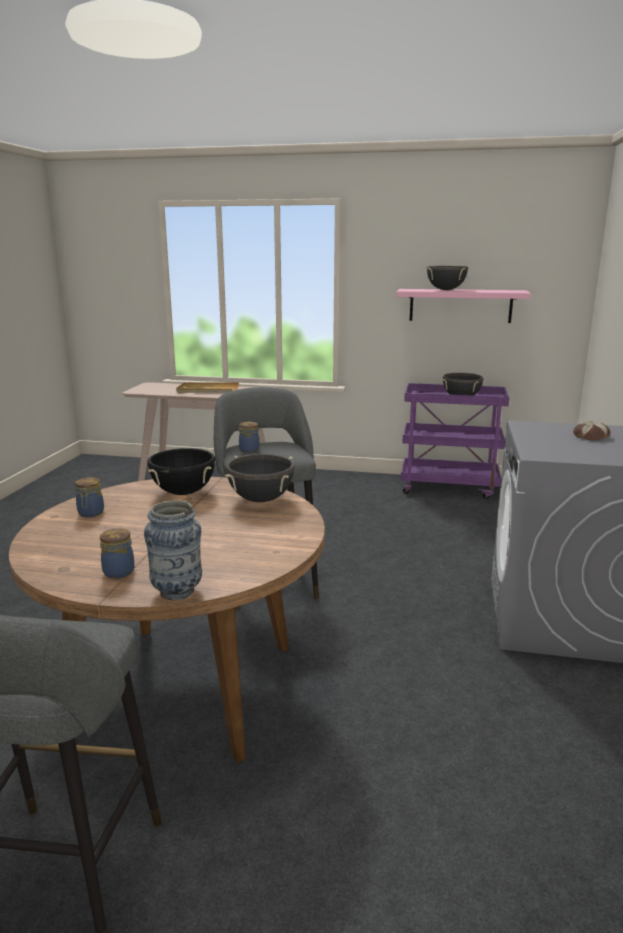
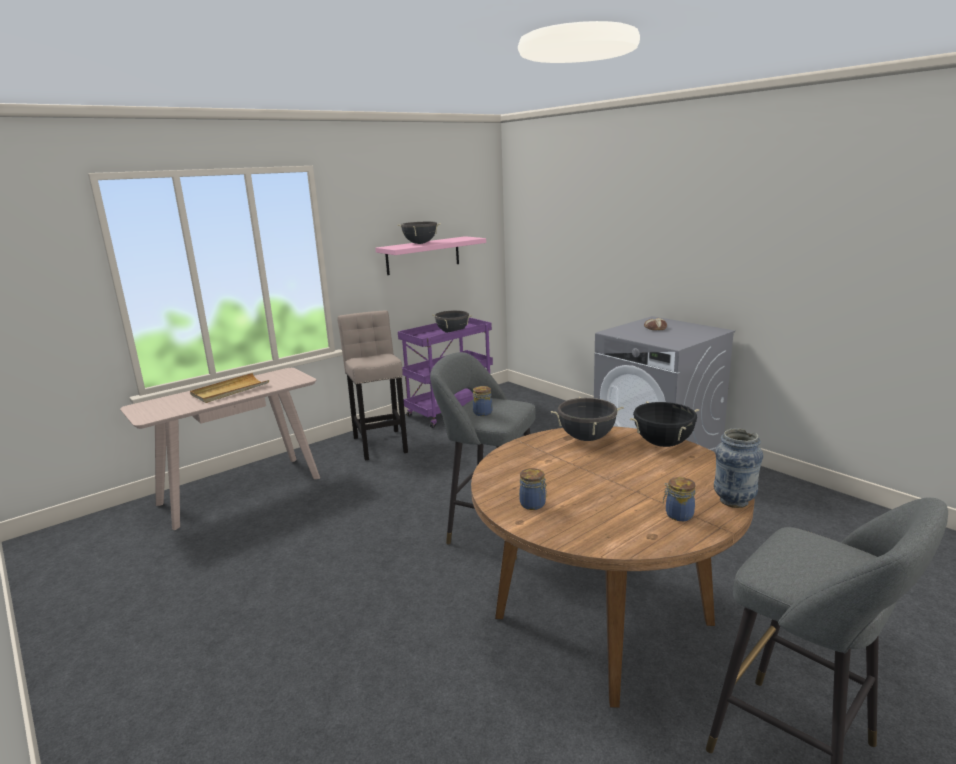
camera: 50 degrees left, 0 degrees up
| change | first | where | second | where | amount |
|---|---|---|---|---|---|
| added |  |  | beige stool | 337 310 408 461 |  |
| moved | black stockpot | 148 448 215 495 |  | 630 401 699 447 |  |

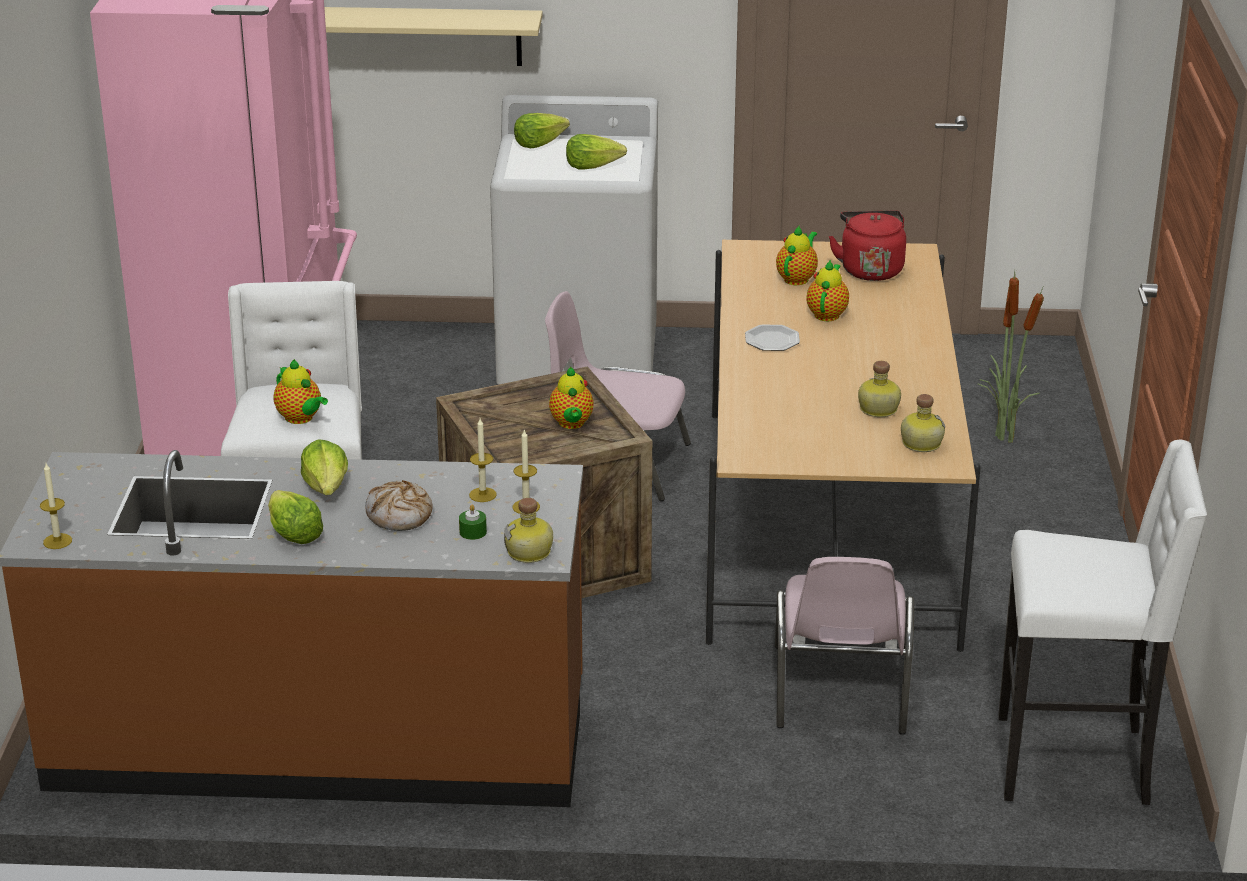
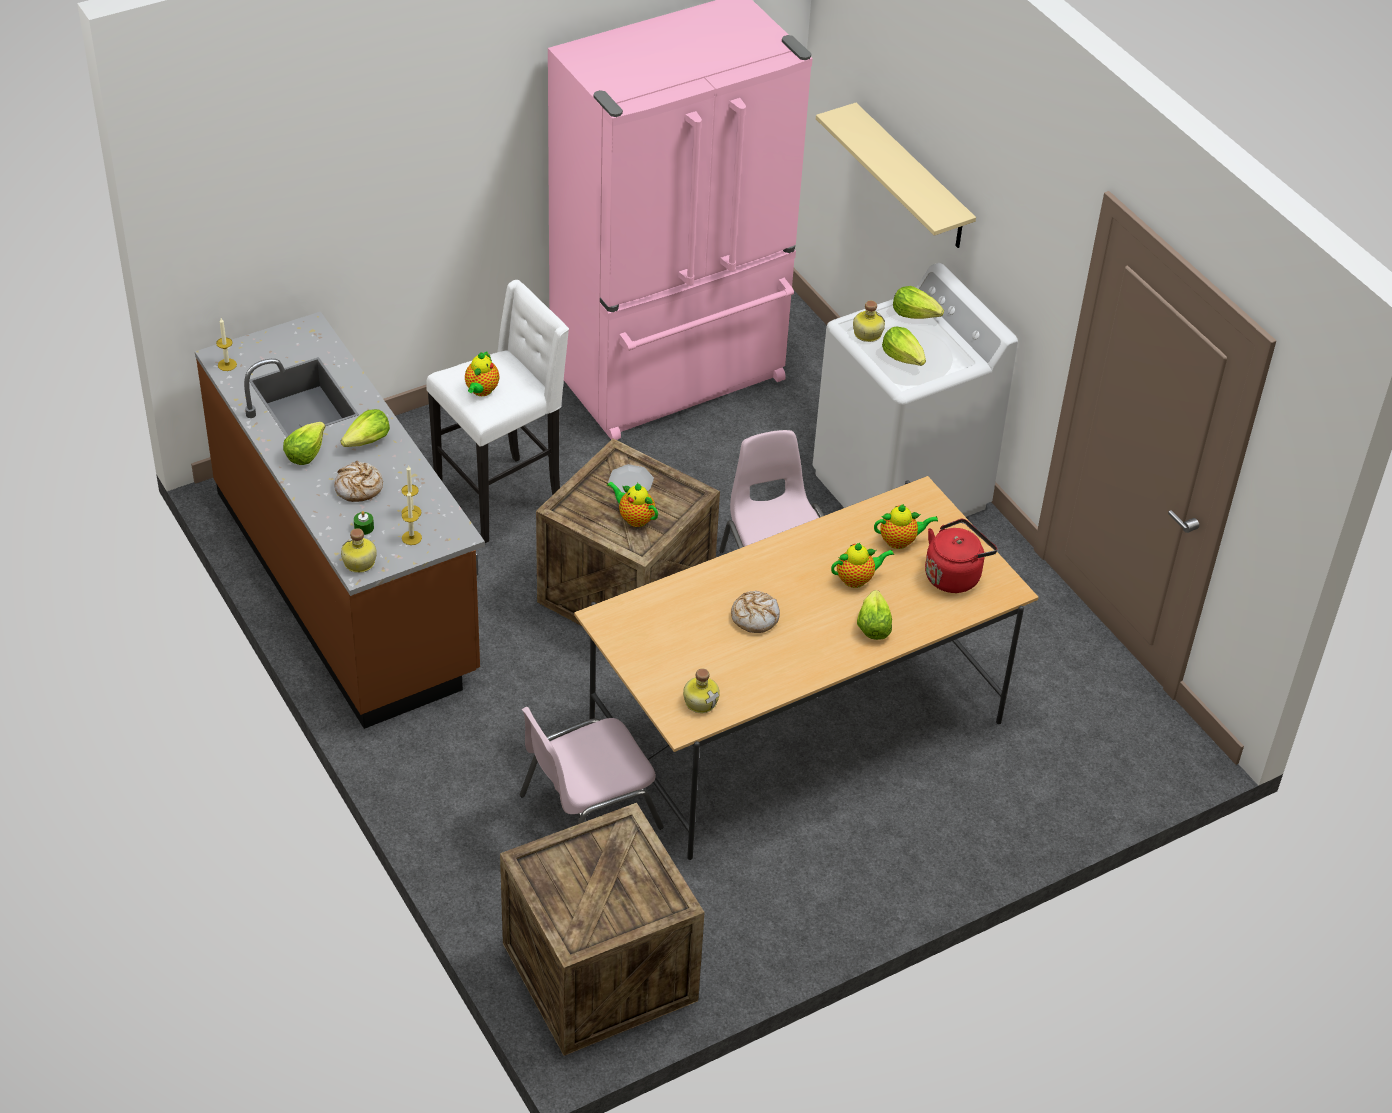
camera: 55 degrees right, 15 degrees up
| change | first | where | second | where | amount |
|---|---|---|---|---|---|
| replaced | whitish stool | 998 440 1207 805 | crate | 500 803 705 1056 |  |
| turned | pot for tea | 549 367 594 429 |  | 607 481 658 527 | 75 degrees clockwise |
| moved | dinner plate | 745 325 800 351 |  | 608 464 654 493 |  |
| added |  |  | bakery bread | 731 591 780 633 |  |
| moved | drink bottle | 858 361 901 417 |  | 853 301 885 342 |  |
| added |  |  | lettuce | 857 590 892 640 |  |
| removed | houseplant | 978 268 1044 443 |  |  |  |

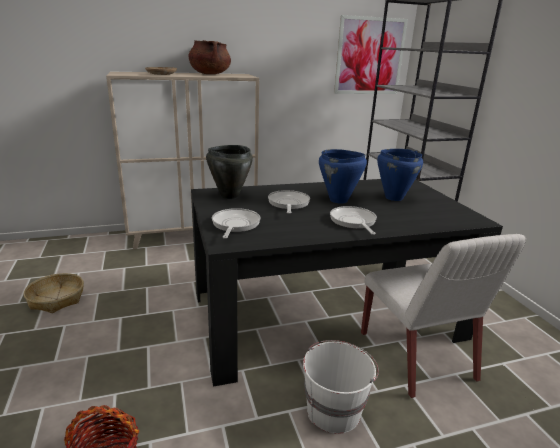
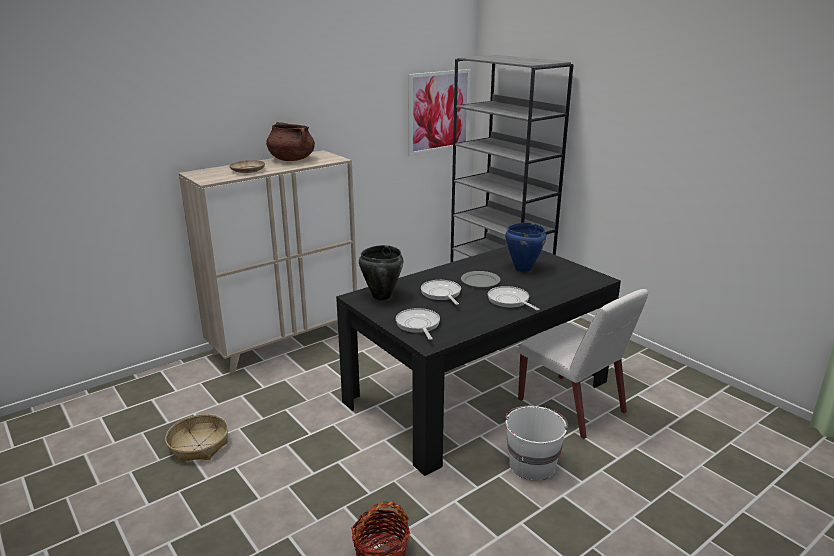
camera: 20 degrees left, 0 degrees up
| change | first | where | second | where | amount |
|---|---|---|---|---|---|
| replaced | bluish stockpot | 319 149 367 203 | gray dinner plate | 461 271 500 288 |  |

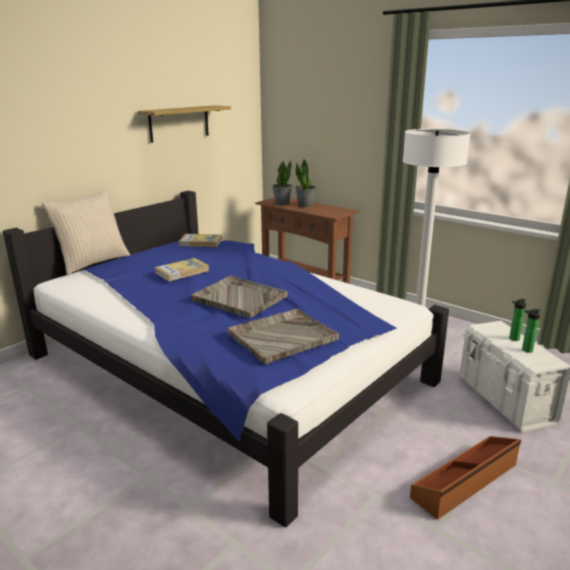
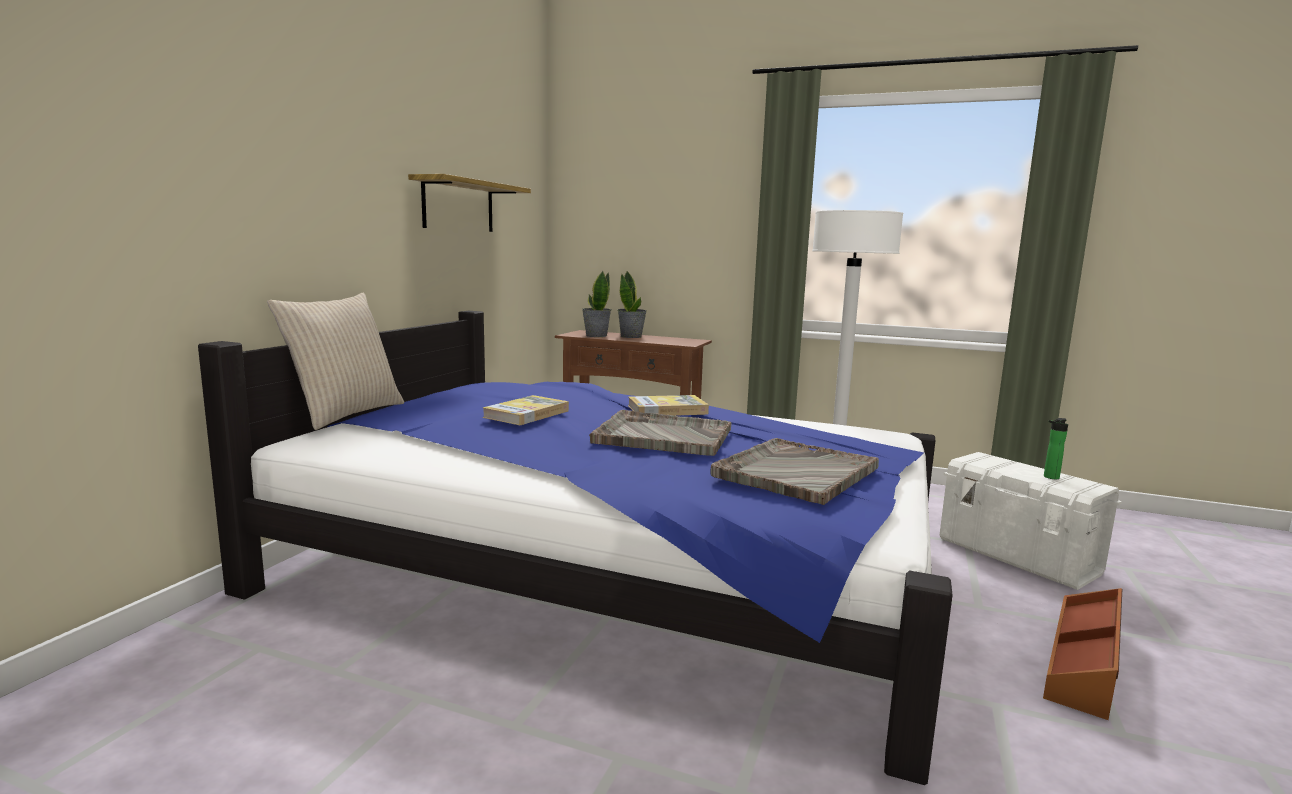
camera: 20 degrees left, 10 degrees down
| change | first | where | second | where | amount |
|---|---|---|---|---|---|
| moved | bound book | 179 234 222 247 |  | 629 395 709 416 |  |
| removed | drink bottle | 509 299 526 341 |  |  |  |

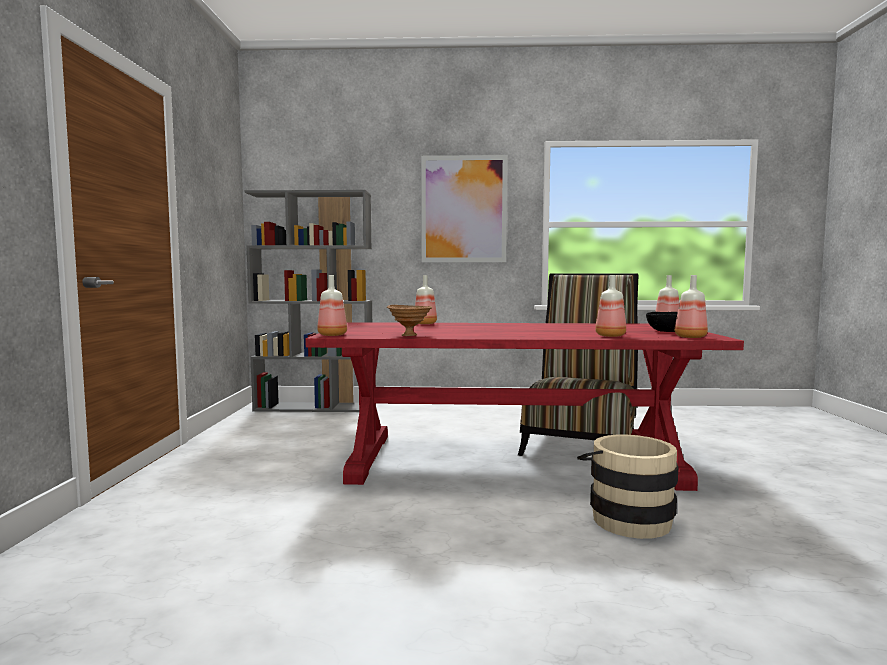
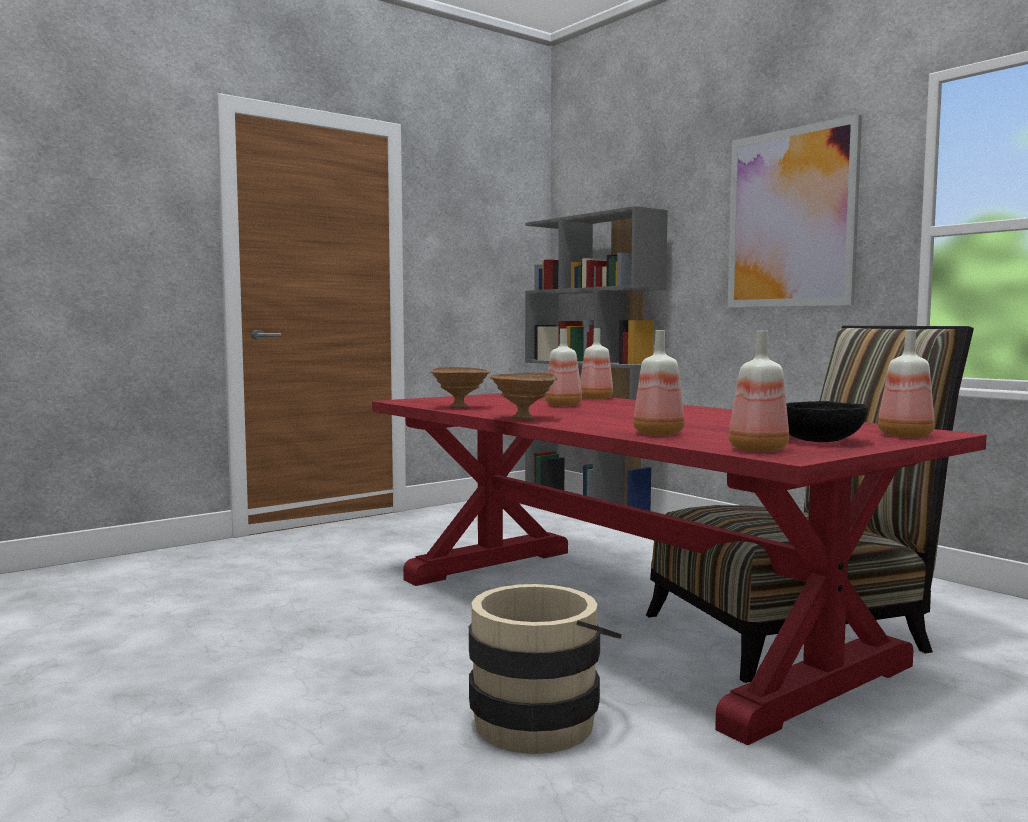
camera: 50 degrees right, 0 degrees up
| change | first | where | second | where | amount |
|---|---|---|---|---|---|
| added |  |  | brown-coloured deep dish | 489 373 558 419 |  |
| moved | drink bottle | 317 275 347 336 |  | 545 329 582 406 |  |

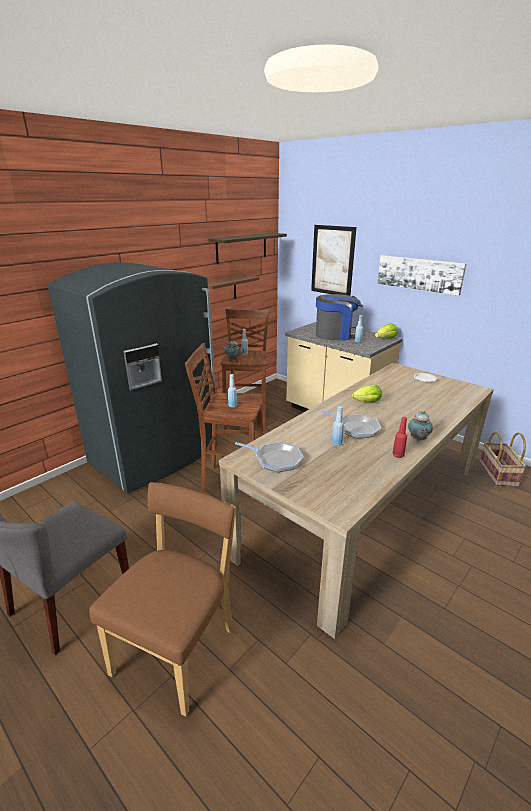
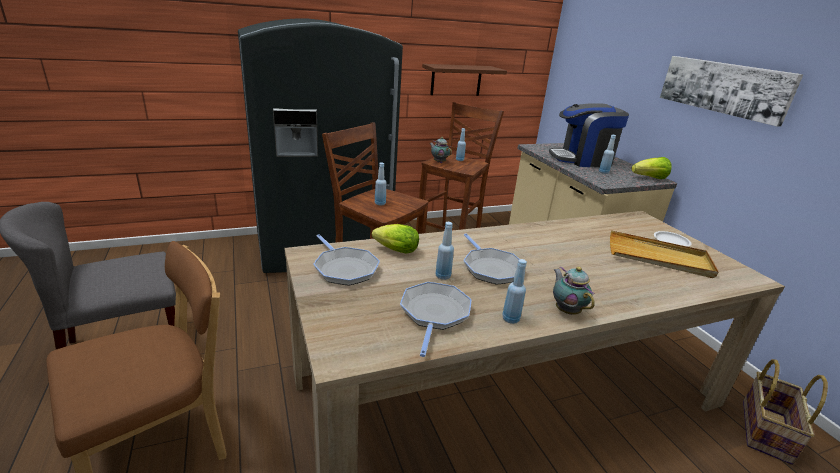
camera: 25 degrees right, 0 degrees up
| change | first | where | second | where | amount |
|---|---|---|---|---|---|
| moved | lettuce | 352 385 382 402 |  | 372 224 419 254 |  |
| added |  |  | frying pan | 400 282 472 357 |  |
| recoloured | red-coloured drink bottle | 393 417 407 458 | bluish drink bottle | 502 259 527 324 |  |
| turned | coffee brewer | 316 294 363 340 |  | 549 103 629 167 | 150 degrees clockwise |
| turned | pot for tea | 408 410 433 441 |  | 553 267 595 315 | 120 degrees clockwise |
| added |  |  | beige serving tray | 610 230 718 278 |  |
| removed | shelf | 208 233 287 264 |  |  |  |
| removed | wall picture | 311 225 357 296 |  |  |  |

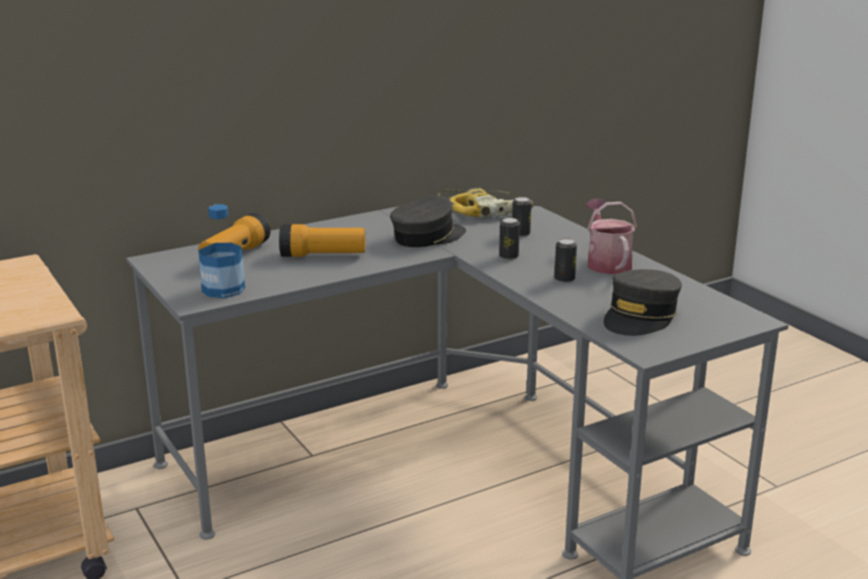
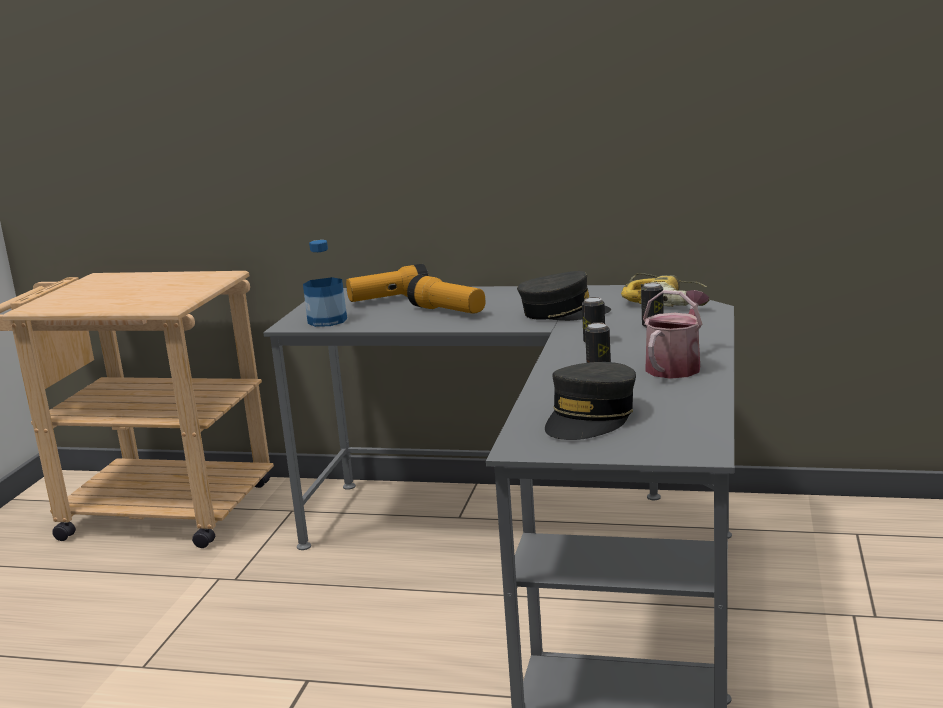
camera: 45 degrees right, 5 degrees down
| change | first | where | second | where | amount |
|---|---|---|---|---|---|
| turned | gray peaked cap | 604 269 682 336 |  | 545 362 636 440 | 45 degrees counterclockwise |

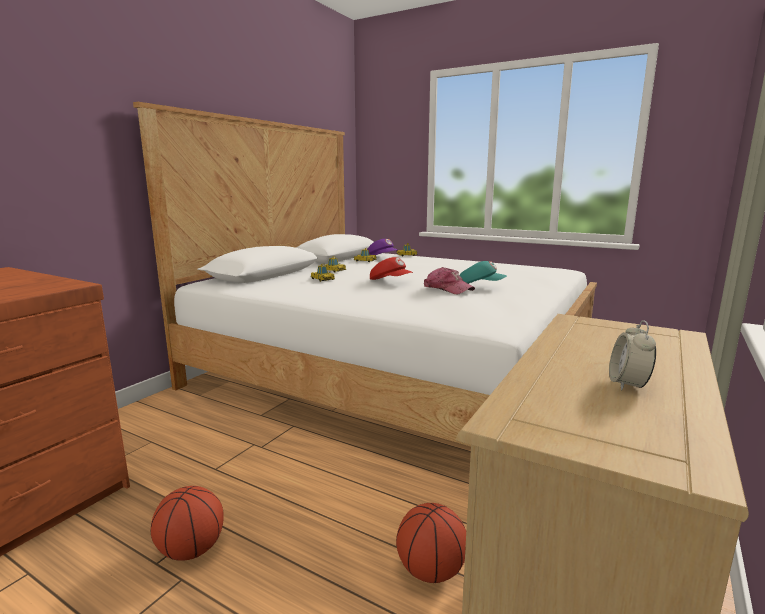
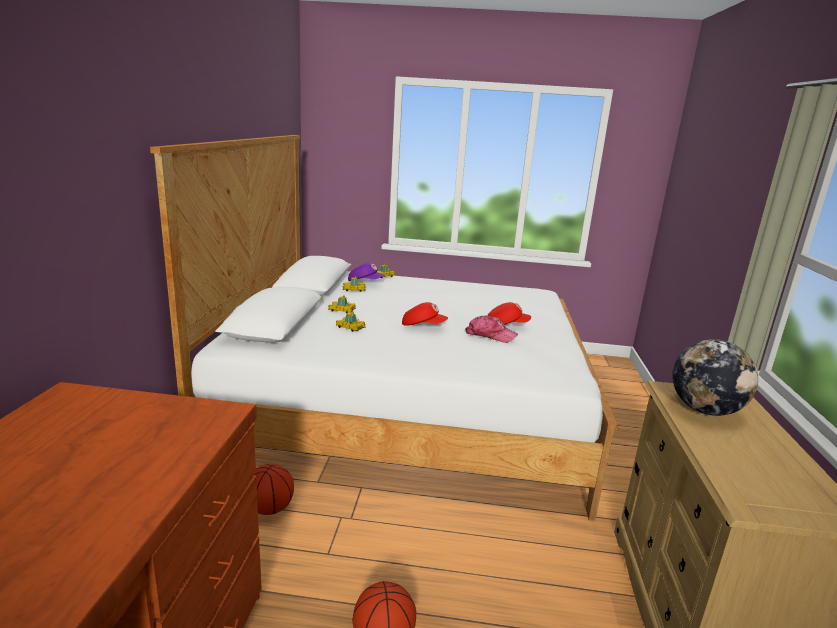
camera: 25 degrees left, 5 degrees up
| change | first | where | second | where | amount |
|---|---|---|---|---|---|
| moved | basketball | 396 503 466 583 |  | 254 464 294 515 |  |
| recoloured | turquoise peaked cap | 460 261 507 284 | red-coloured peaked cap | 487 302 531 325 |  |
| added |  |  | desk globe | 672 339 758 416 |  |
| removed | alarm clock | 609 320 656 391 |  |  |  |

